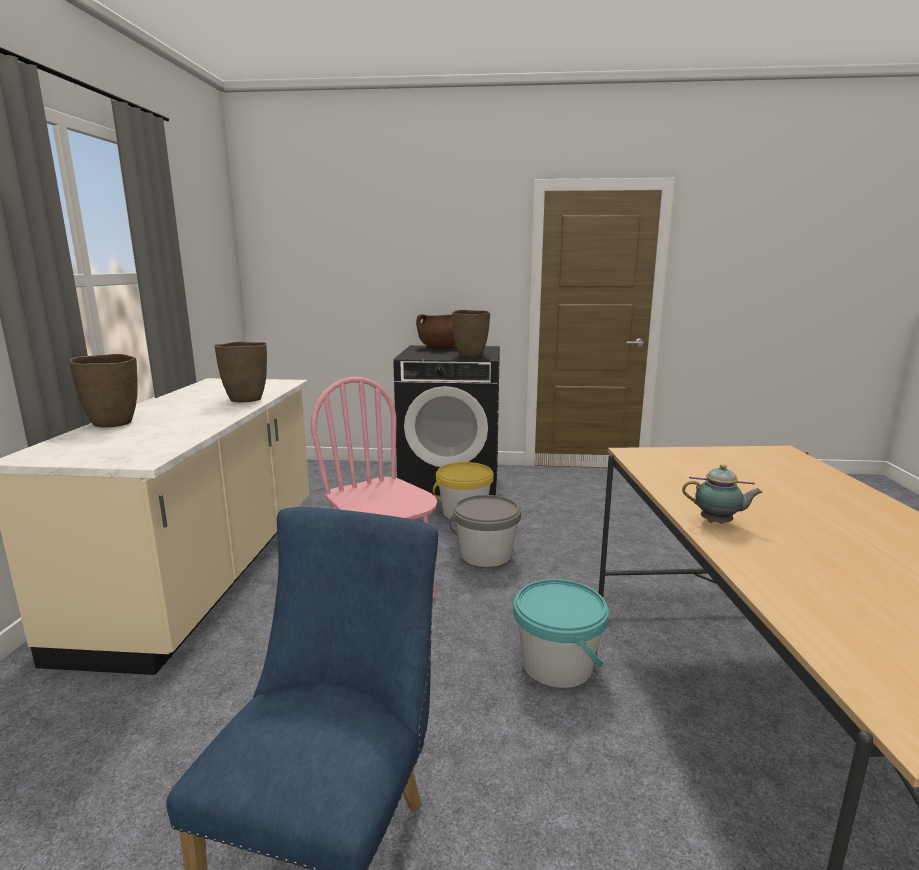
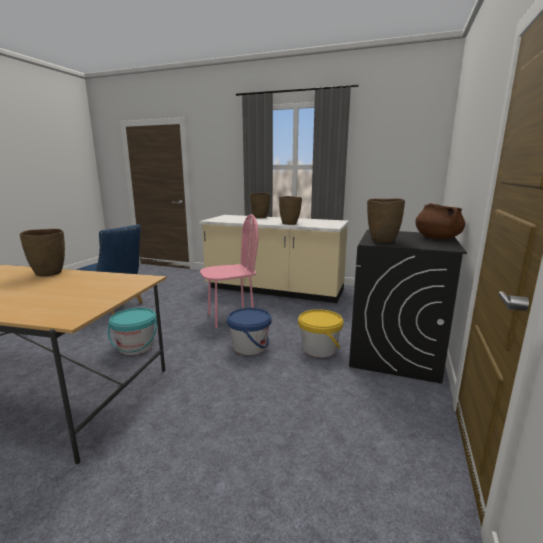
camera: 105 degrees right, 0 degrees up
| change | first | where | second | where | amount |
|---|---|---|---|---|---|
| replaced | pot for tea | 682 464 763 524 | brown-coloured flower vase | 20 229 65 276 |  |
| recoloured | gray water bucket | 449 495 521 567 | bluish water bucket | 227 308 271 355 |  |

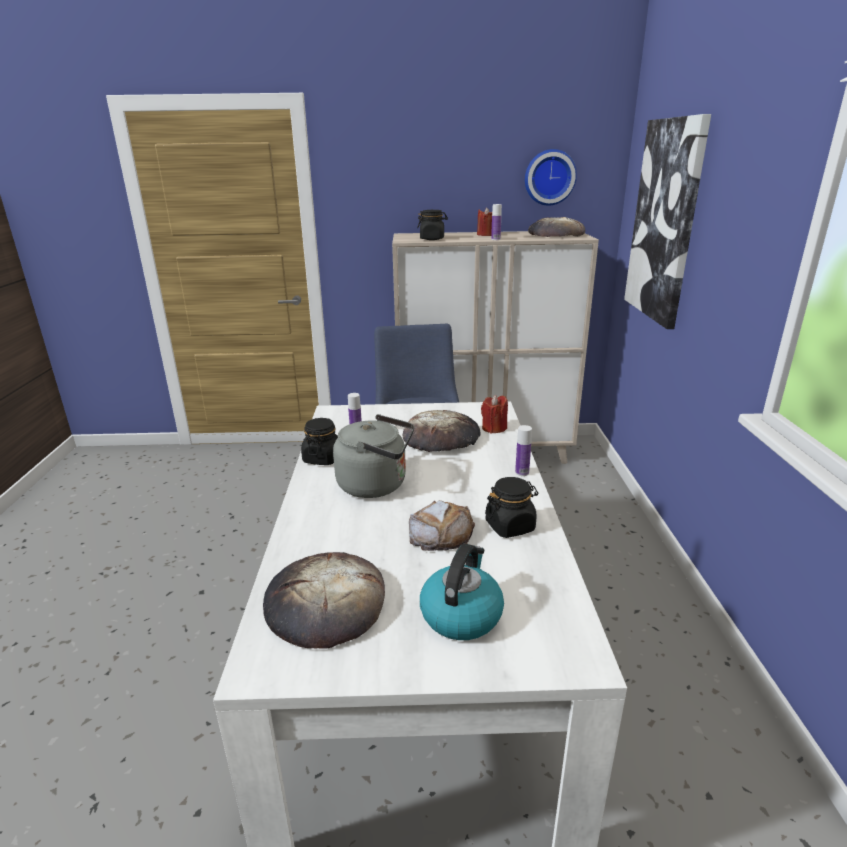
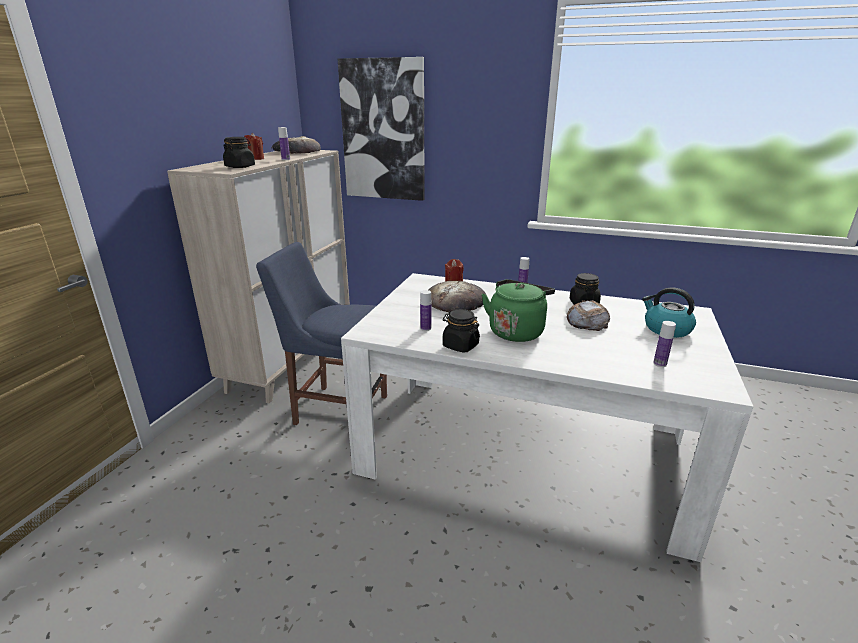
camera: 70 degrees left, 0 degrees up
| change | first | where | second | where | amount |
|---|---|---|---|---|---|
| recoloured | gray tea kettle | 333 414 414 498 | greenish tea kettle | 482 279 555 342 |  |
| replaced | bakery bread | 263 552 385 649 | drink bottle | 653 321 676 367 |  |
| removed | wall clock | 525 149 577 206 |  |  |  |

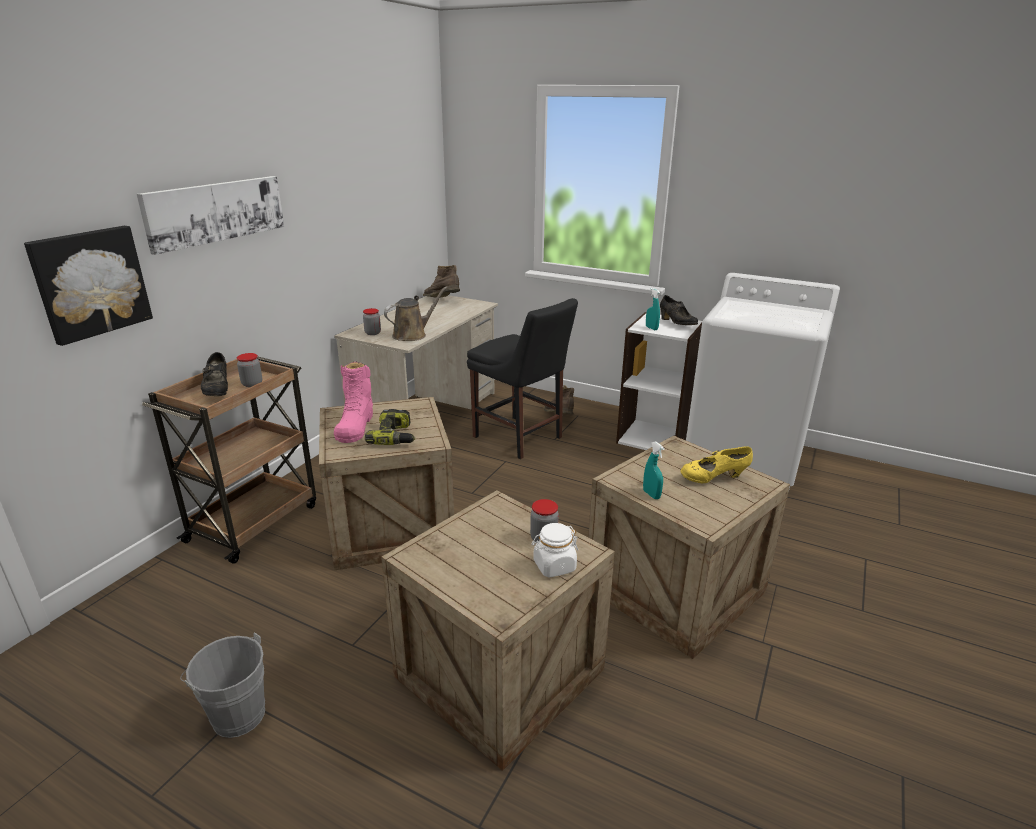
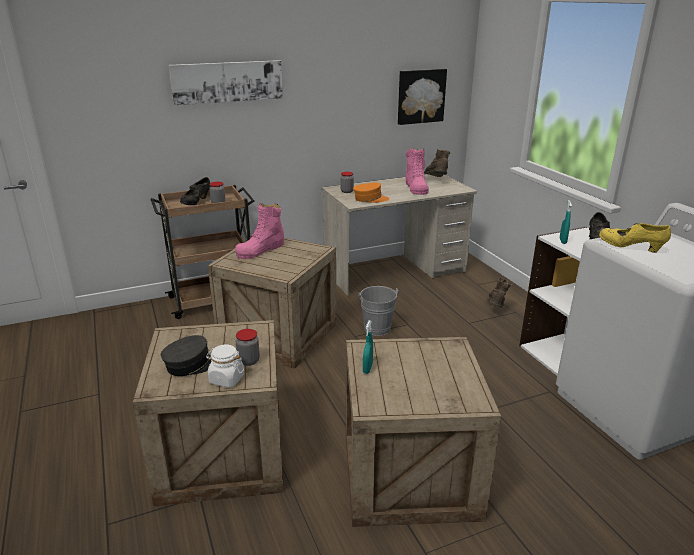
camera: 40 degrees right, 0 degrees up
| change | first | where | second | where | amount |
|---|---|---|---|---|---|
| added |  |  | gray peaked cap | 161 335 212 376 |  |
| replaced | brown-coloured watering pot | 384 286 448 341 | orangey peaked cap | 353 183 389 203 |  |
| moved | gray water bucket | 180 632 265 738 |  | 358 286 398 336 |  |
| moved | wall picture | 24 226 153 346 |  | 398 69 447 125 |  |
| added |  |  | pink tall boot | 405 149 429 195 |  |
| moved | yellow shoe | 681 446 753 483 |  | 599 223 671 253 |  |
| removed | drill | 365 409 415 445 |  |  |  |
| removed | black chair | 467 298 578 459 |  |  |  |

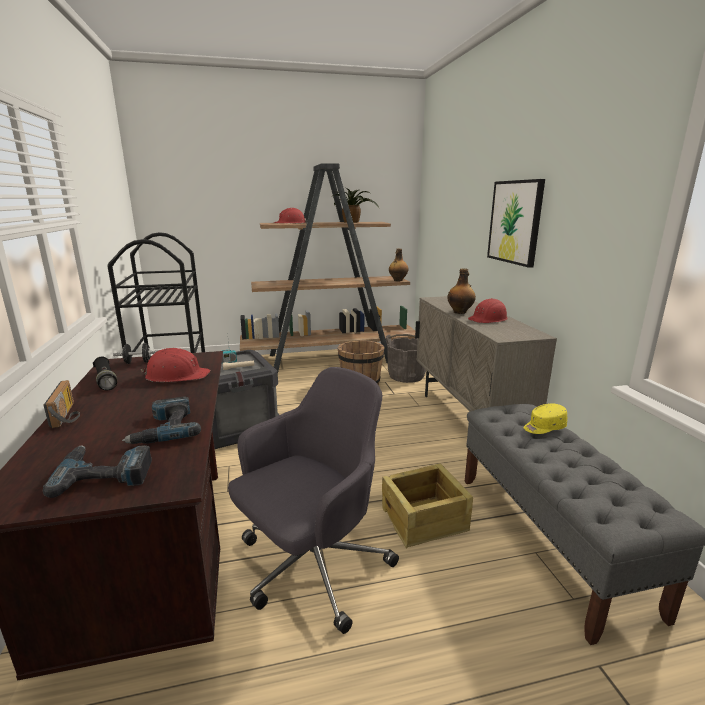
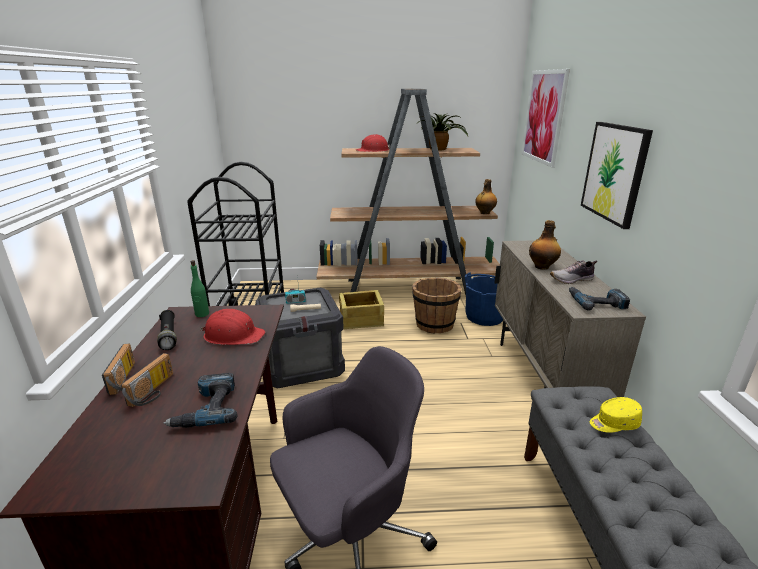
camera: 10 degrees right, 5 degrees up
| change | first | where | second | where | amount |
|---|---|---|---|---|---|
| added |  |  | radio set | 121 353 173 407 |  |
| replaced | black hand weight | 113 343 159 364 | greenish drink bottle | 191 260 209 317 |  |
| moved | crate | 382 463 473 549 |  | 339 290 384 329 |  |
| recoloured | gray water bucket | 386 334 426 383 | bluish water bucket | 465 272 503 326 |  |
| added |  |  | wall picture | 522 69 570 168 |  |
| replaced | red-coloured work helmet | 468 298 508 323 | shoe | 550 260 597 284 |  |
| moved | drill | 43 445 152 498 |  | 569 287 630 310 |  |

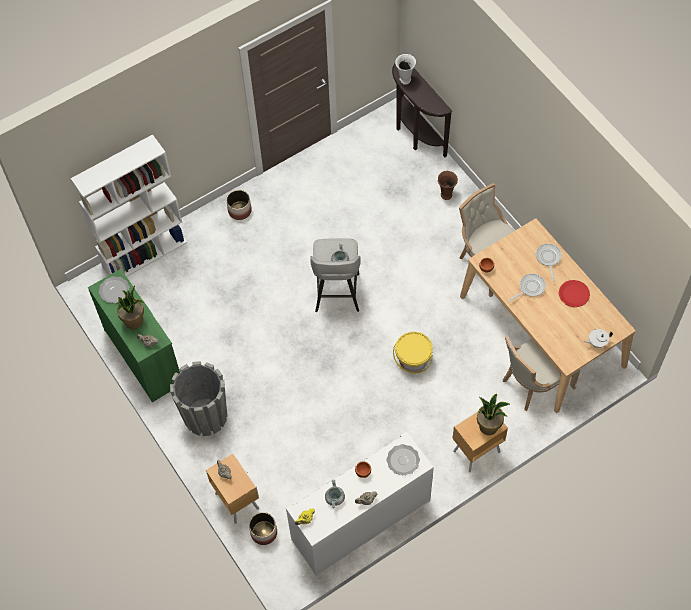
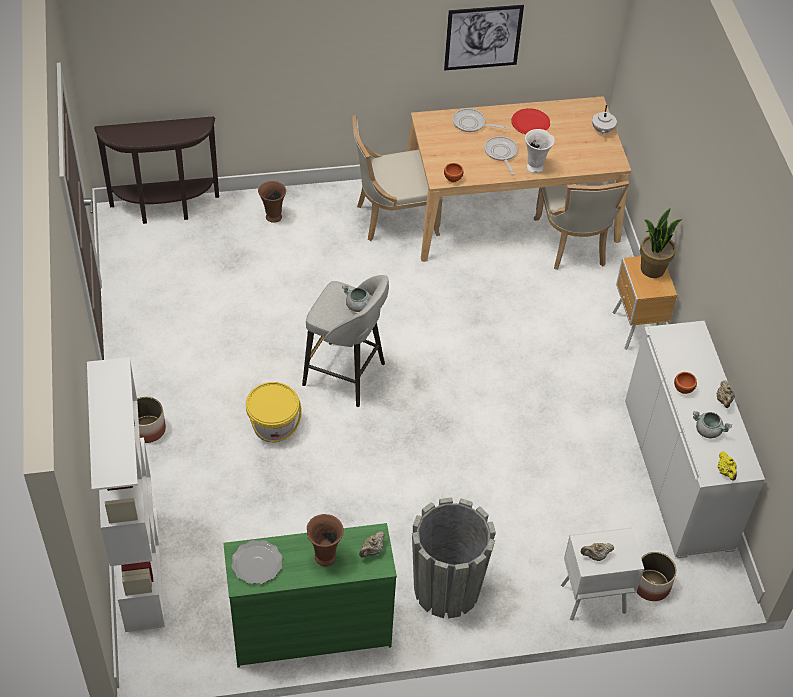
camera: 70 degrees left, 10 degrees down
| change | first | where | second | where | amount |
|---|---|---|---|---|---|
| moved | yellow water bucket | 393 332 433 373 |  | 246 382 302 443 |  |
| replaced | houseplant | 117 285 144 329 | brown-coloured flower vase | 307 514 344 567 |  |
| added |  |  | wall picture | 444 5 524 70 |  |
| moved | whitish flower vase | 395 54 416 85 |  | 525 129 555 173 |  |
| recoloured | brown-coloured bedside table | 206 453 259 524 | whitish bedside table | 561 527 644 621 |  |
| removed | dinner plate | 386 444 420 476 |  |  |  |

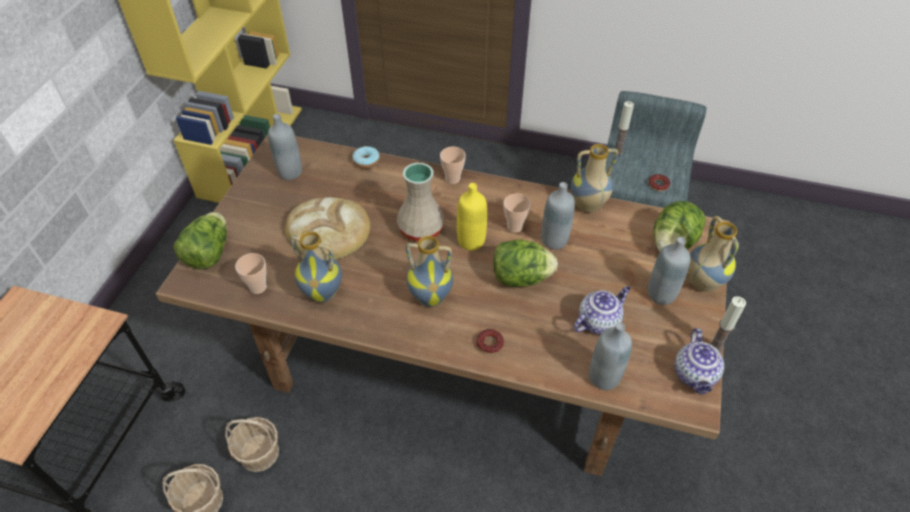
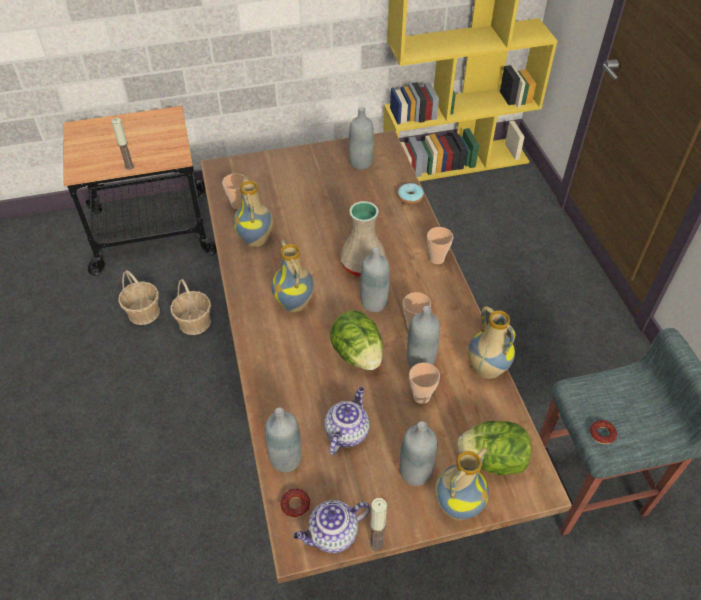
camera: 60 degrees right, 0 degrees up
| change | first | where | second | where | amount |
|---|---|---|---|---|---|
| moved | wax light | 613 101 634 155 |  | 111 118 134 170 |  |
| moved | doughnut | 476 329 504 354 |  | 280 488 310 518 |  |
| turned | pot for tea | 574 286 631 335 |  | 324 387 370 455 | 90 degrees counterclockwise |
| recoloured | yellow drink bottle | 457 183 487 251 | gray drink bottle | 360 247 390 312 |  |
| added |  |  | drinking cup | 409 363 440 404 |  |
| removed | lettuce | 173 212 227 269 |  |  |  |
| removed | bakery bread | 285 197 370 259 |  |  |  |

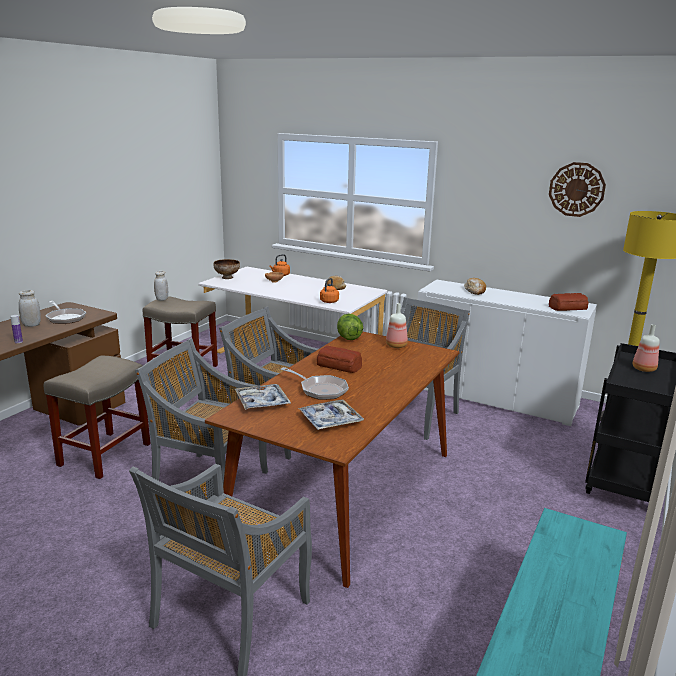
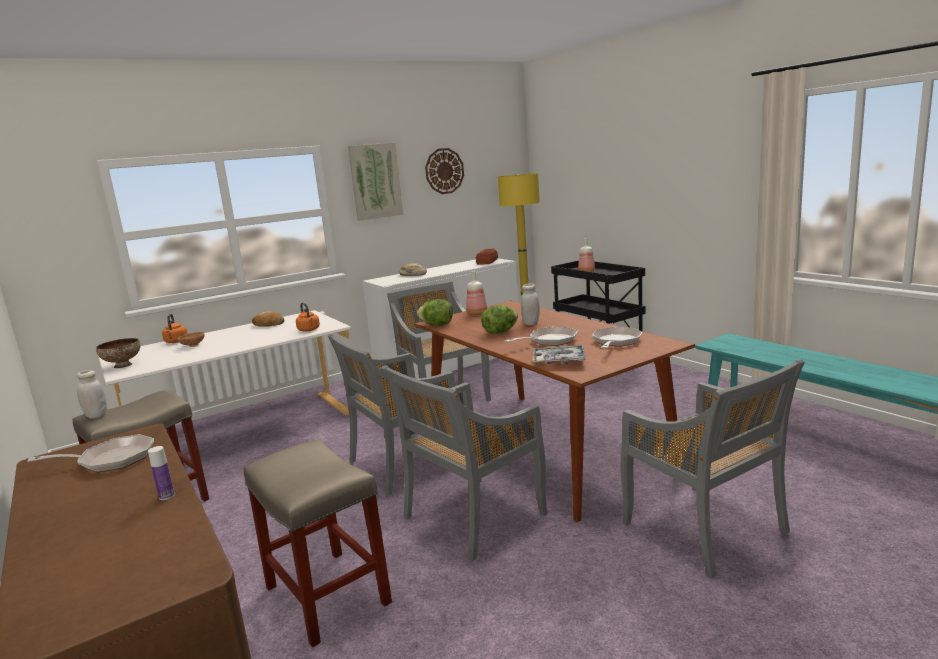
camera: 60 degrees left, 5 degrees down
| change | first | where | second | where | amount |
|---|---|---|---|---|---|
| added |  |  | wall picture | 348 143 403 221 |  |
| replaced | bakery bread | 317 345 362 373 | lettuce | 481 305 518 334 |  |
| moved | whitish jar | 19 290 41 327 |  | 521 283 540 325 |  |
| replaced | serving tray | 298 399 364 430 | frying pan | 592 327 642 348 |  |

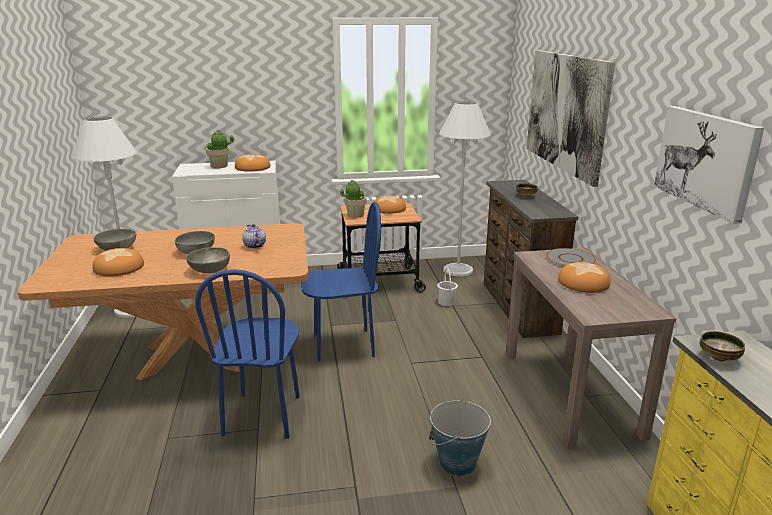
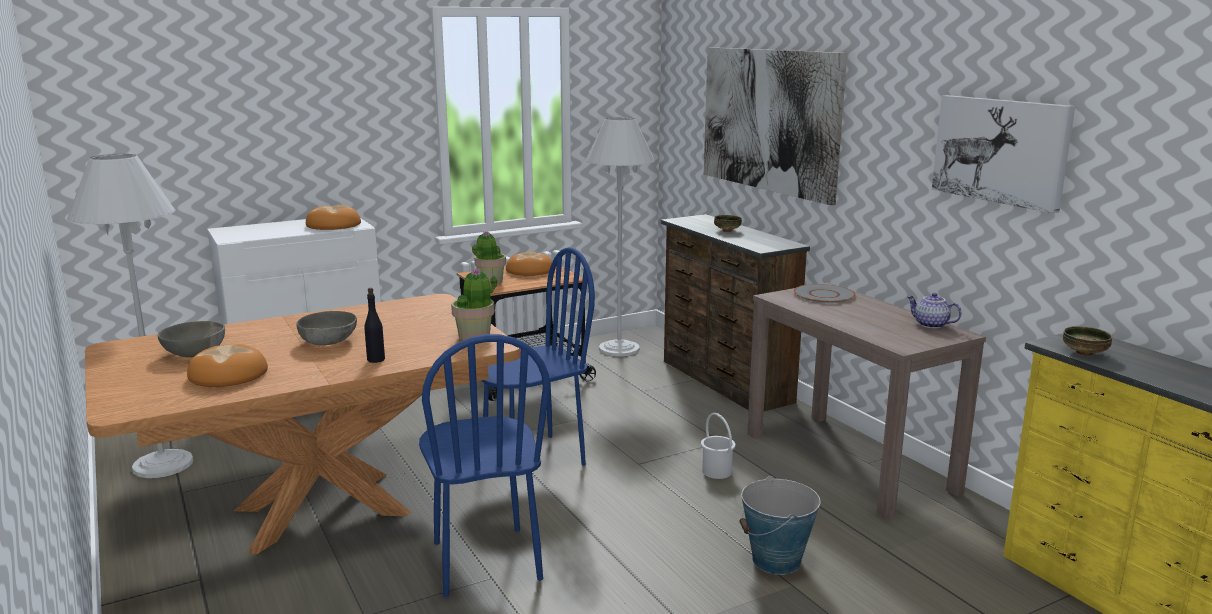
camera: 20 degrees left, 5 degrees down
| change | first | where | second | where | amount |
|---|---|---|---|---|---|
| replaced | gray deep dish | 186 247 230 273 | black drink bottle | 364 288 385 363 |  |
| moved | houseplant | 206 130 234 168 |  | 451 268 498 340 |  |
| moved | whitish water bucket | 437 267 458 306 |  | 701 413 736 479 |  |
| moved | pot for tea | 242 224 266 249 |  | 907 293 962 328 |  |
| removed | bakery bread | 558 262 611 293 |  |  |  |

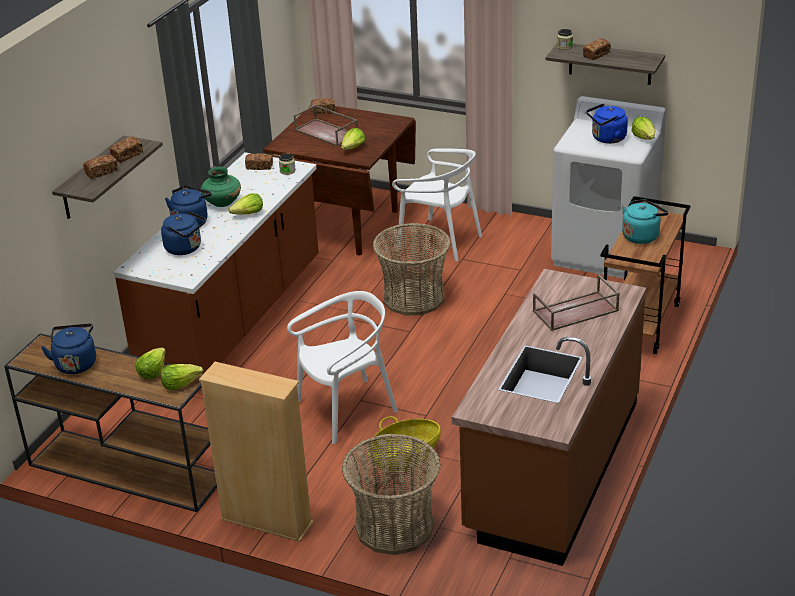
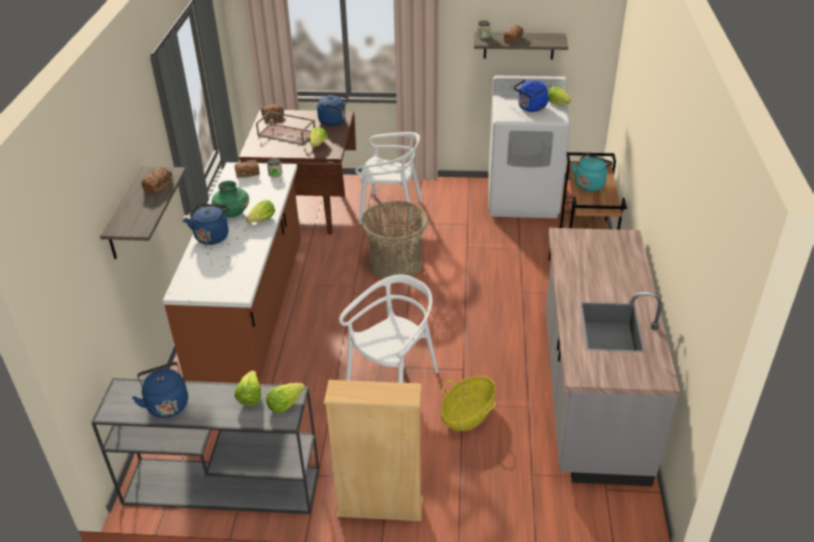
camera: 20 degrees left, 5 degrees up
| change | first | where | second | where | amount |
|---|---|---|---|---|---|
| recoloured | brown-coloured console table | 4 333 217 512 | gray console table | 91 378 319 514 |  |
| moved | bluish tea kettle | 161 211 206 255 |  | 317 93 348 126 |  |
| recoloured | brown-coloured kitchen base unit | 452 269 646 566 | gray kitchen base unit | 546 228 680 486 |  |
| removed | bakery bread | 83 155 118 179 |  |  |  |
| removed | basket | 342 434 441 555 |  |  |  |
| removed | brown-coloured serving tray | 533 275 620 331 |  |  |  |

